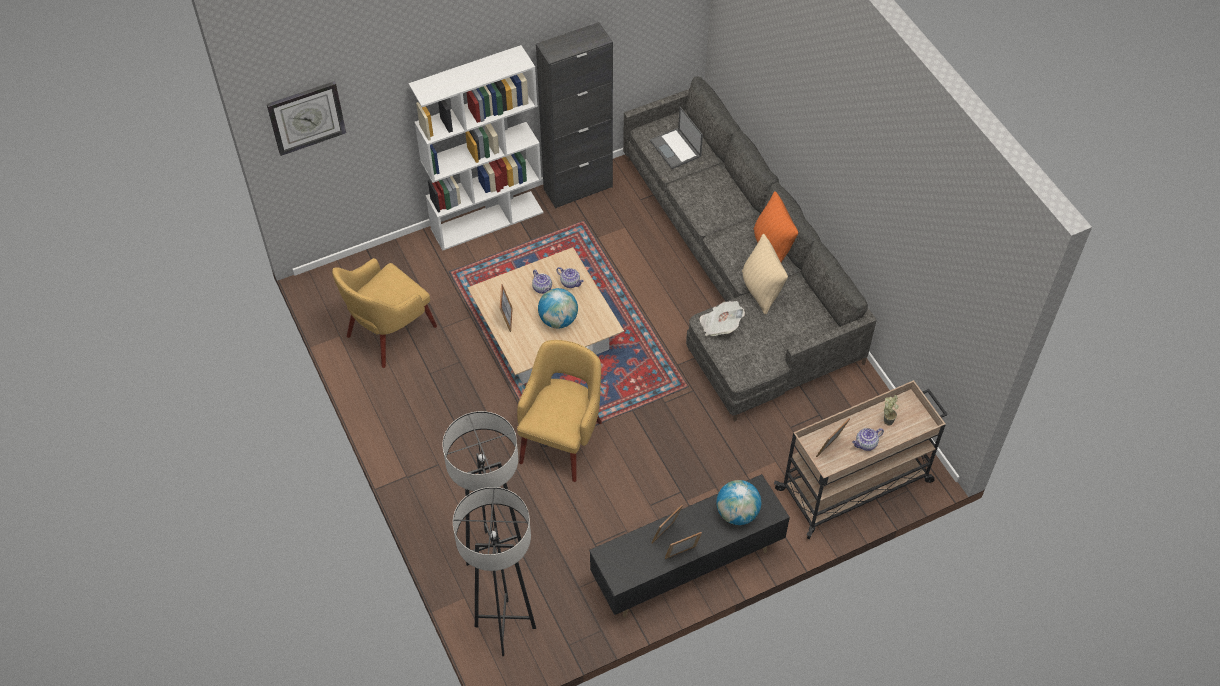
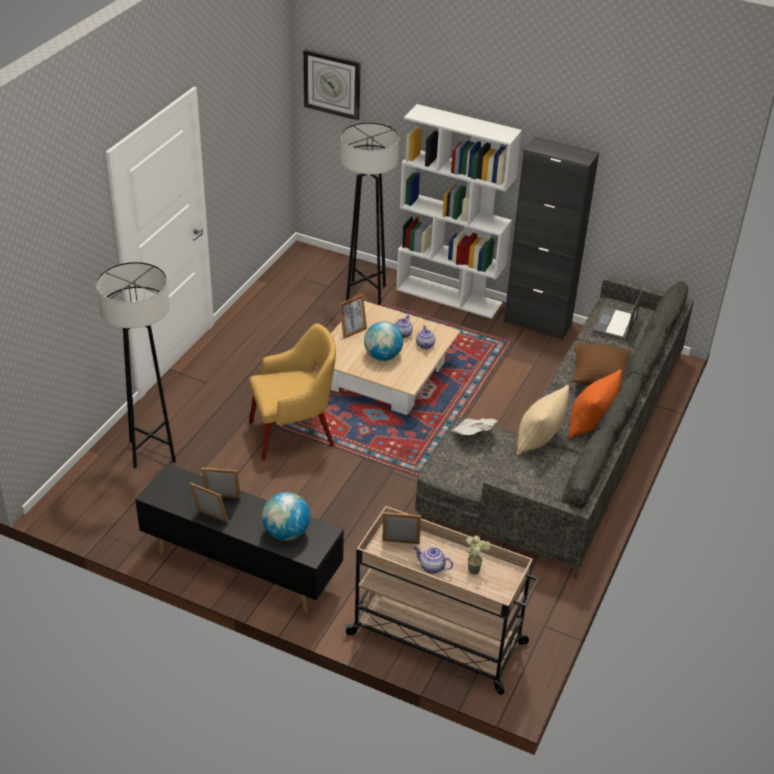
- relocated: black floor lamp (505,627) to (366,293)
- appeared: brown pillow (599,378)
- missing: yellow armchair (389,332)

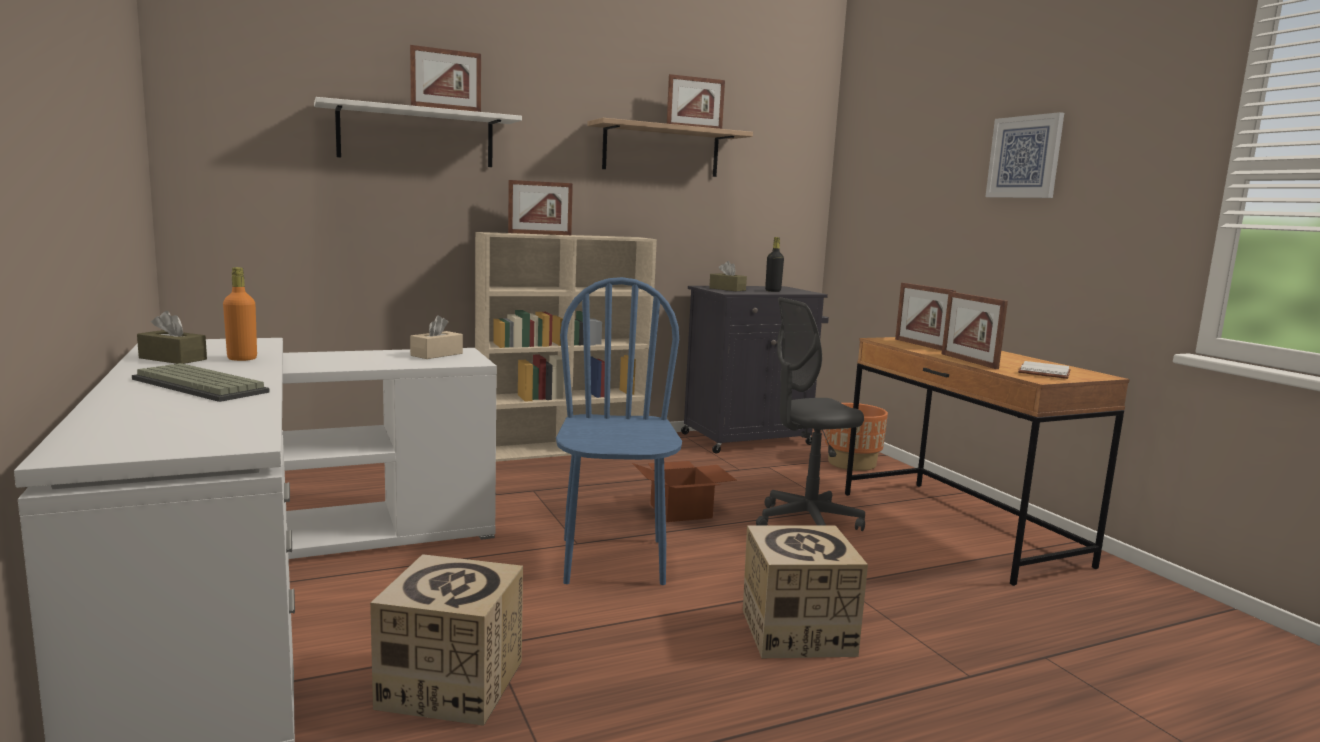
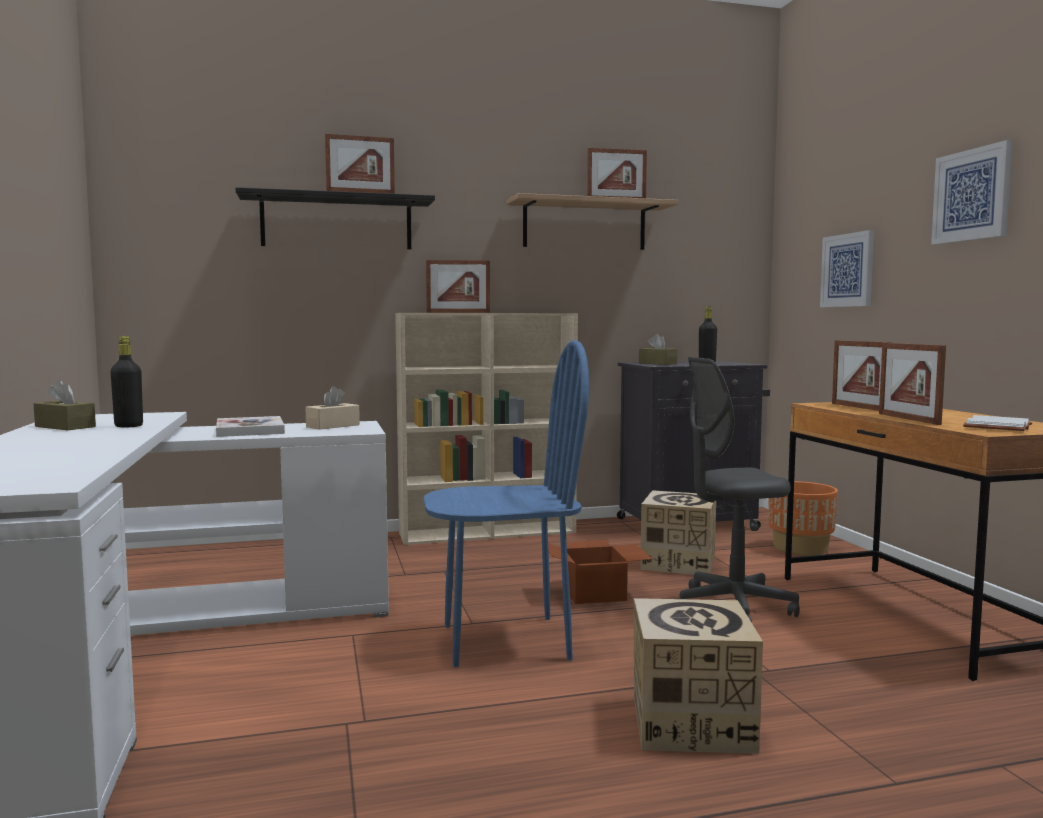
- colour: orange bottle (242,359) to black bottle (128,426)
- appeared: book (250,430)
- colour: white shelf (416,136) to black shelf (337,223)
- spun: blue chair (613,560) = (505,641) 75 degrees clockwise
- relocated: cardboard box (451,684) to (678,563)
- appeared: picture (848,270)
- missing: keyboard (203,385)

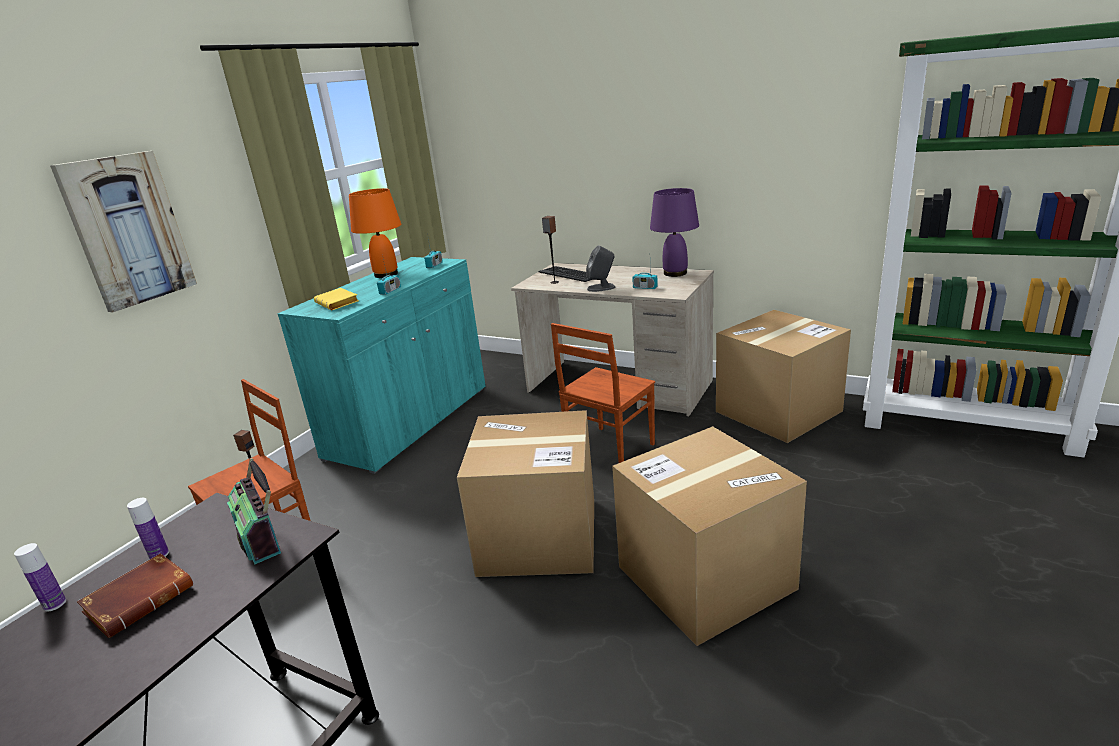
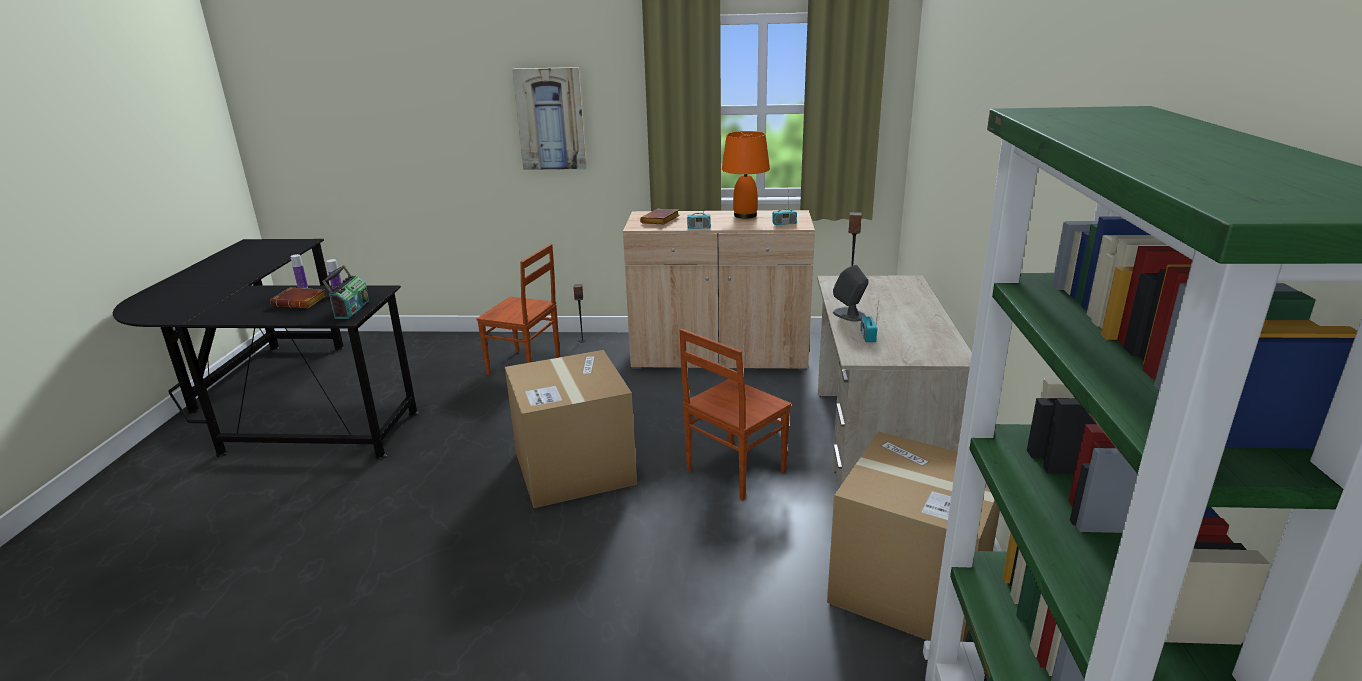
- spun: radio (261,536) = (350,309) 150 degrees clockwise
- colour: turquoise cabinet (410,422) to beige cabinet (719,356)
- colour: yellow book (339,303) to brown book (660,221)
- spun: brown chair (608,449) = (733,471) 60 degrees counterclockwise
- missing: keyboard (570,274)
- missing: cardboard box (705,577)
- missing: purple table lamp (675,273)

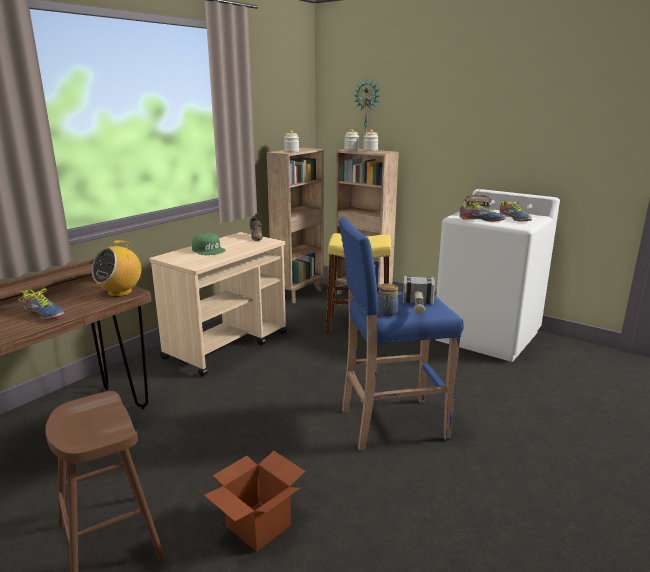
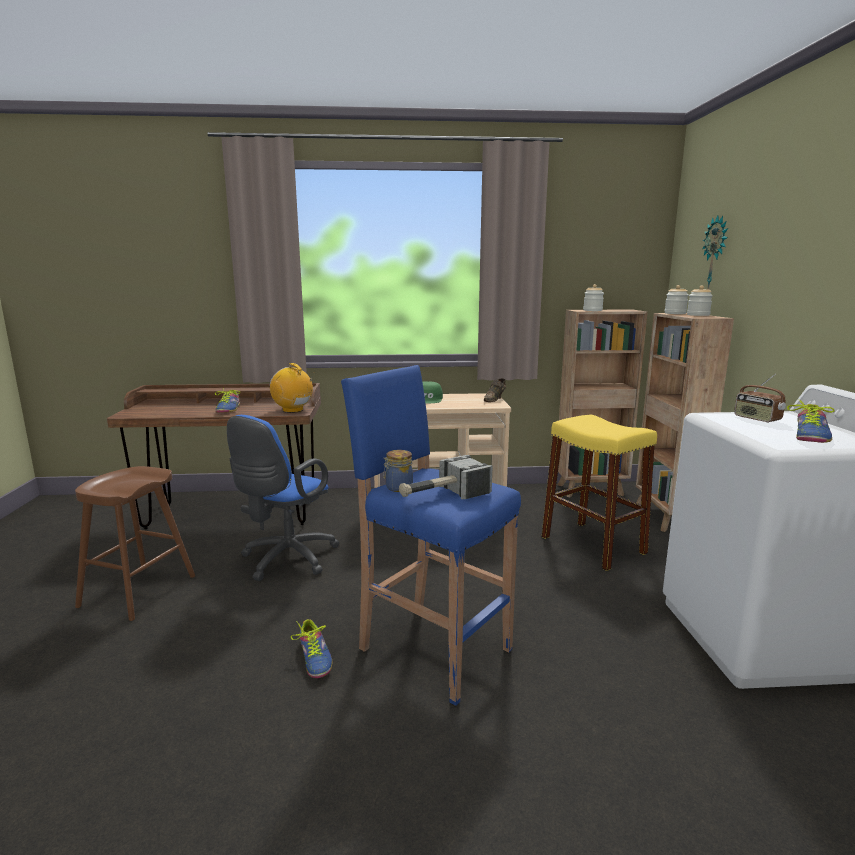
- appeared: blue office chair (286,560)
- spun: radio (120,292) = (293,410) 45 degrees clockwise
- relocated: shoe (481,219) to (315,657)
- missing: cardboard box (258,525)

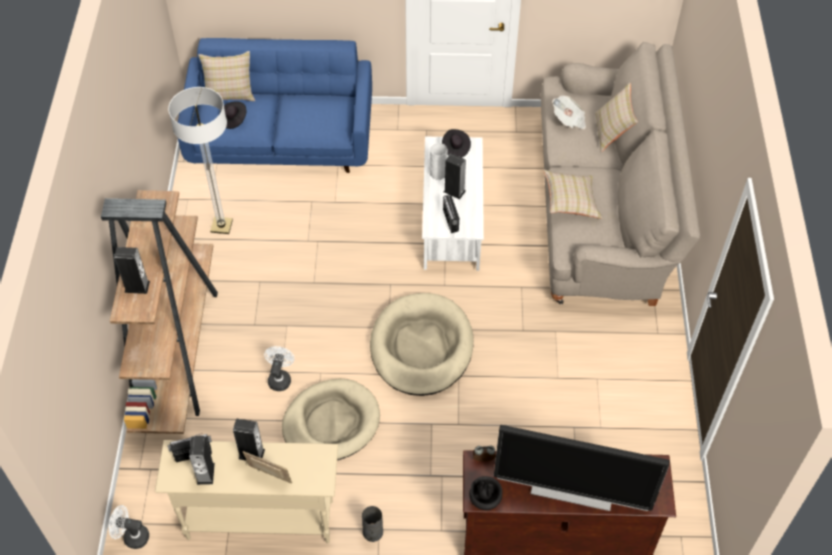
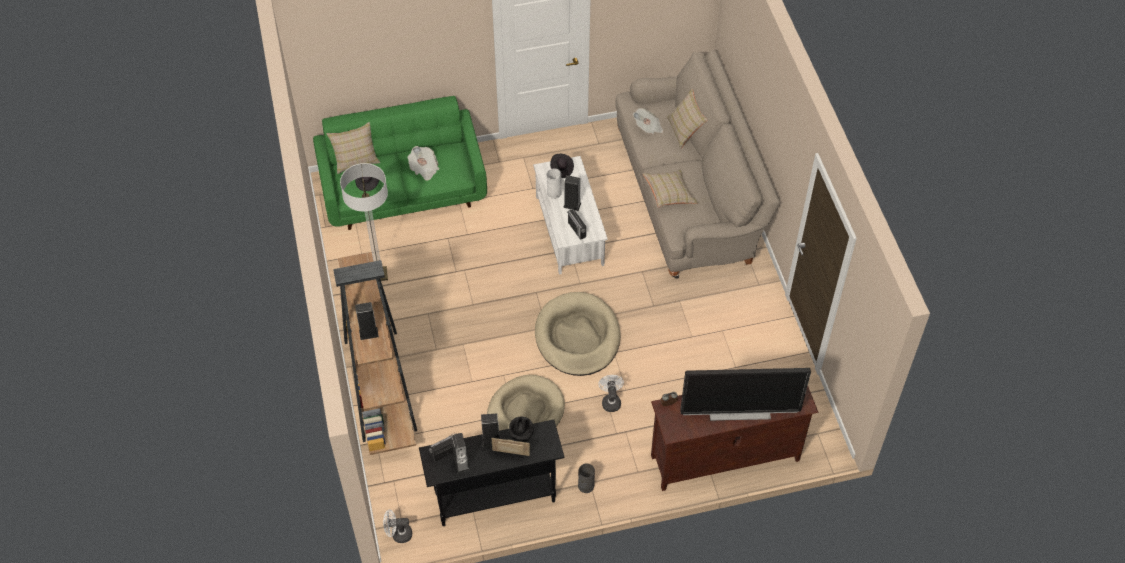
- colour: blue sofa (282,139) to green sofa (404,190)
- appeared: newspaper (424,168)
- colour: beige console table (259,519) to black console table (494,497)
- relocated: black vase (484,502) to (521,436)
- relocated: white fan (280,378) to (610,401)

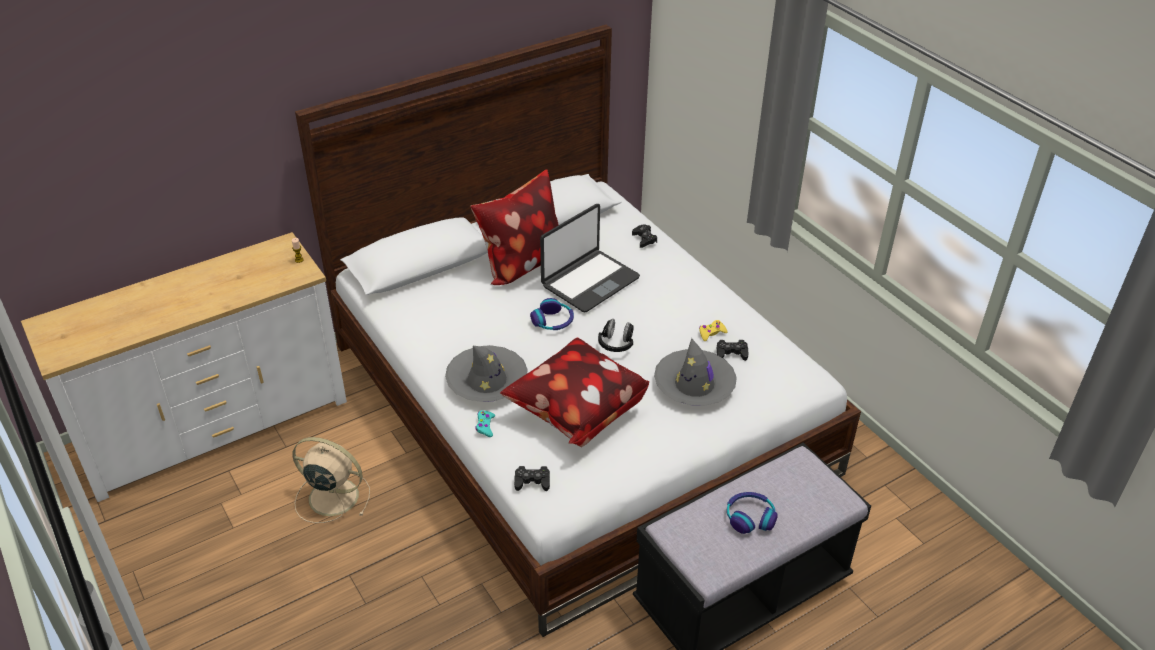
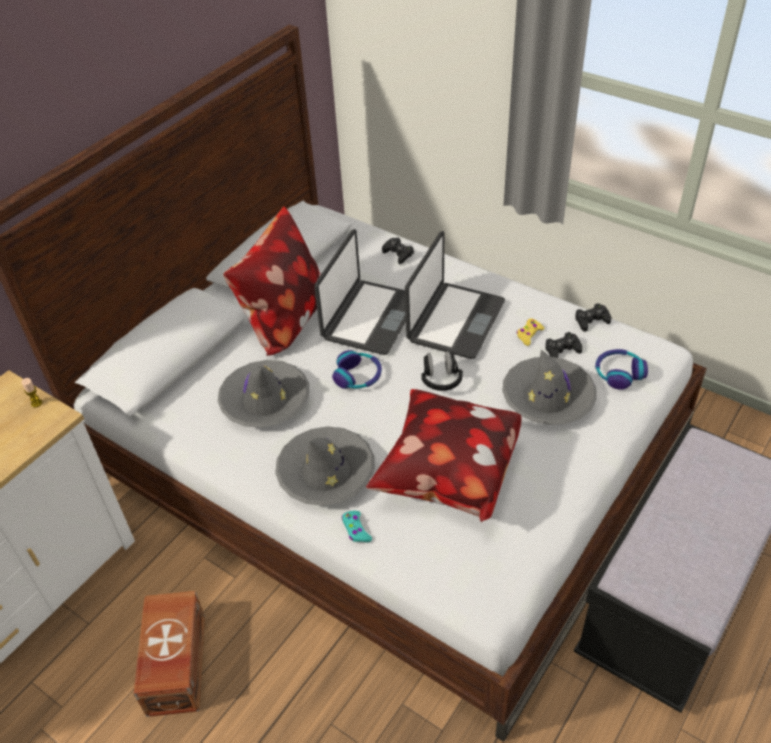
- exchanged: beige fan (331,496) to brown storage box (175,665)
- appeared: grey hat (265,401)
- appeared: laptop (454,321)
- relocated: black game controller (532,481) to (591,320)
- relocated: headphones (750,517) to (619,373)

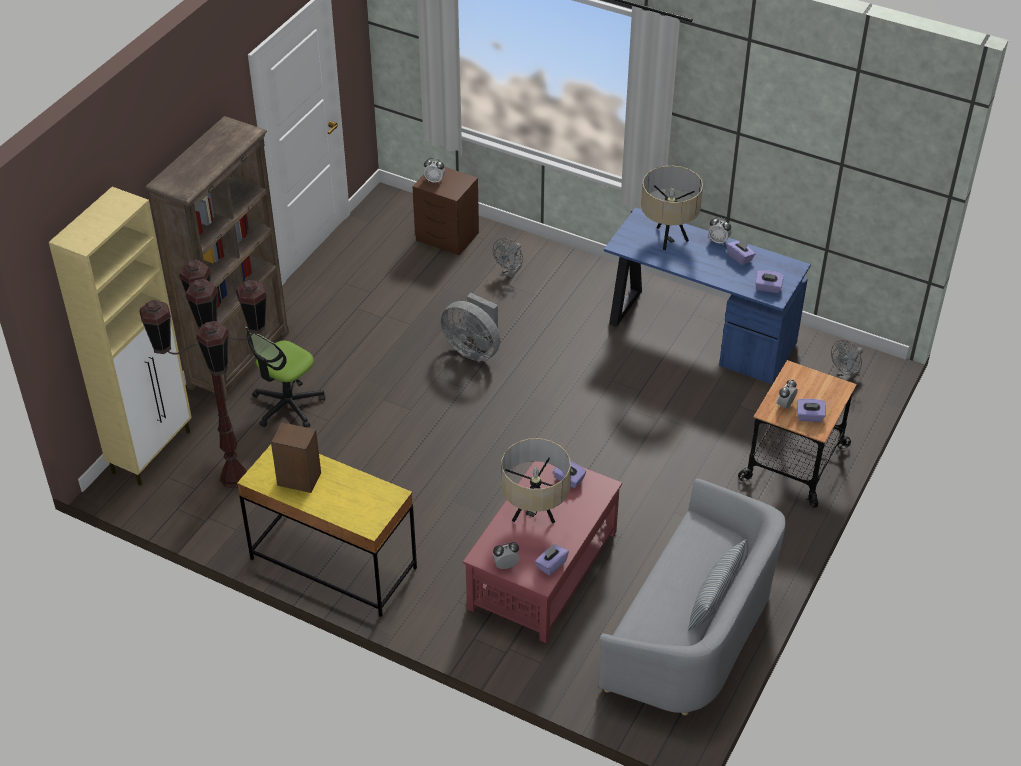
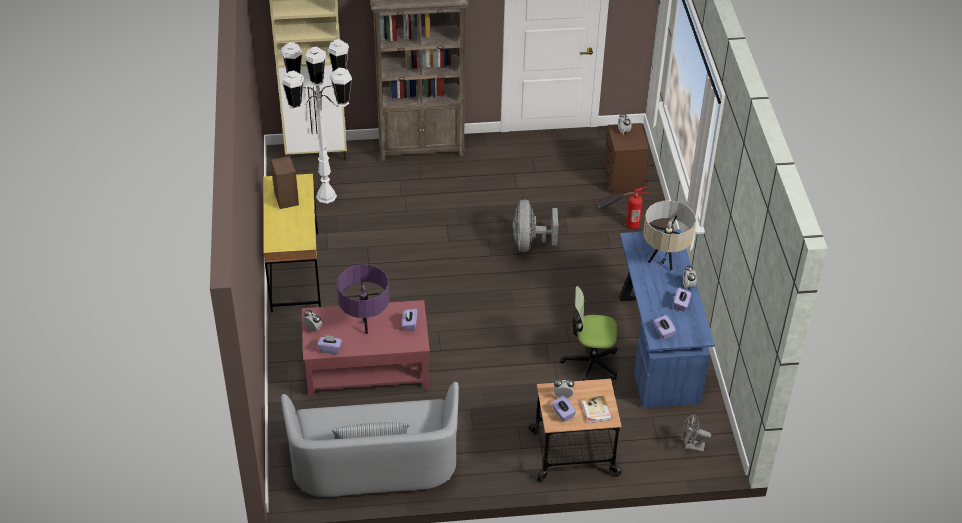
- colour: brown floor lamp (233,477) to white floor lamp (326,196)
- colour: beige table lamp (535,516) to purple table lamp (365,323)
- relocated: office chair (287,405) to (590,363)
- appeared: book (595,410)
- exchanged: grey fan (510,272) to fire extinguisher (619,225)

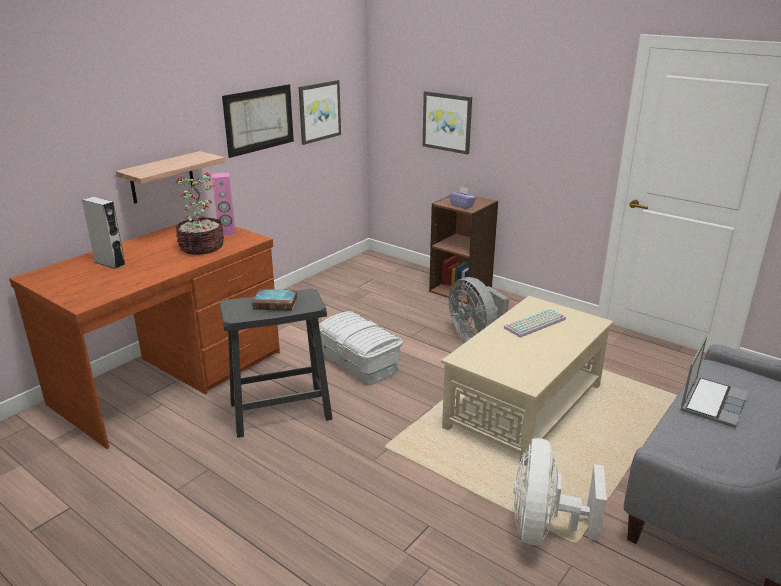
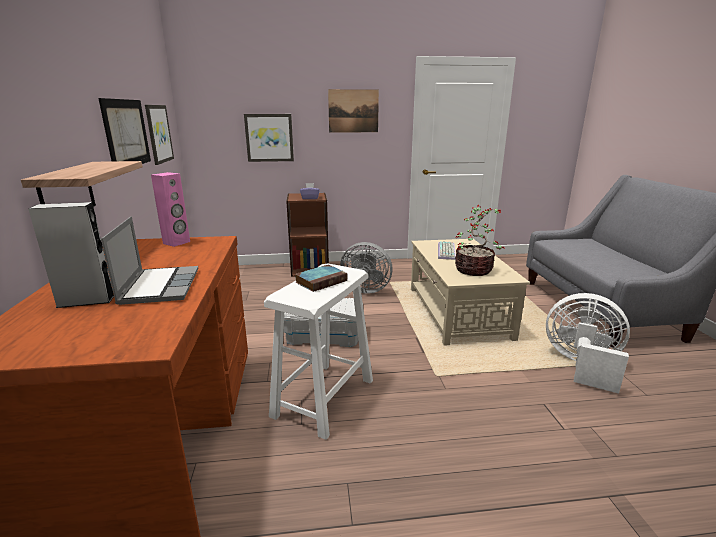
- relocated: laptop (712,402) to (159,286)
- colour: black stool (280,411) to white stool (323,398)
- appeared: picture (353,111)
- relocated: potted plant (201,248) to (474,270)
- spun: white fan (544,528) = (581,365) 150 degrees clockwise

